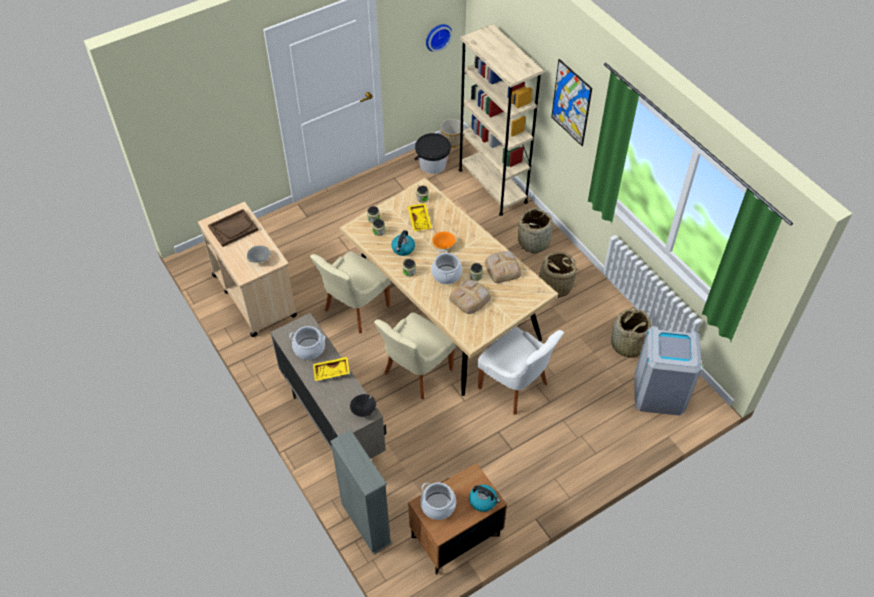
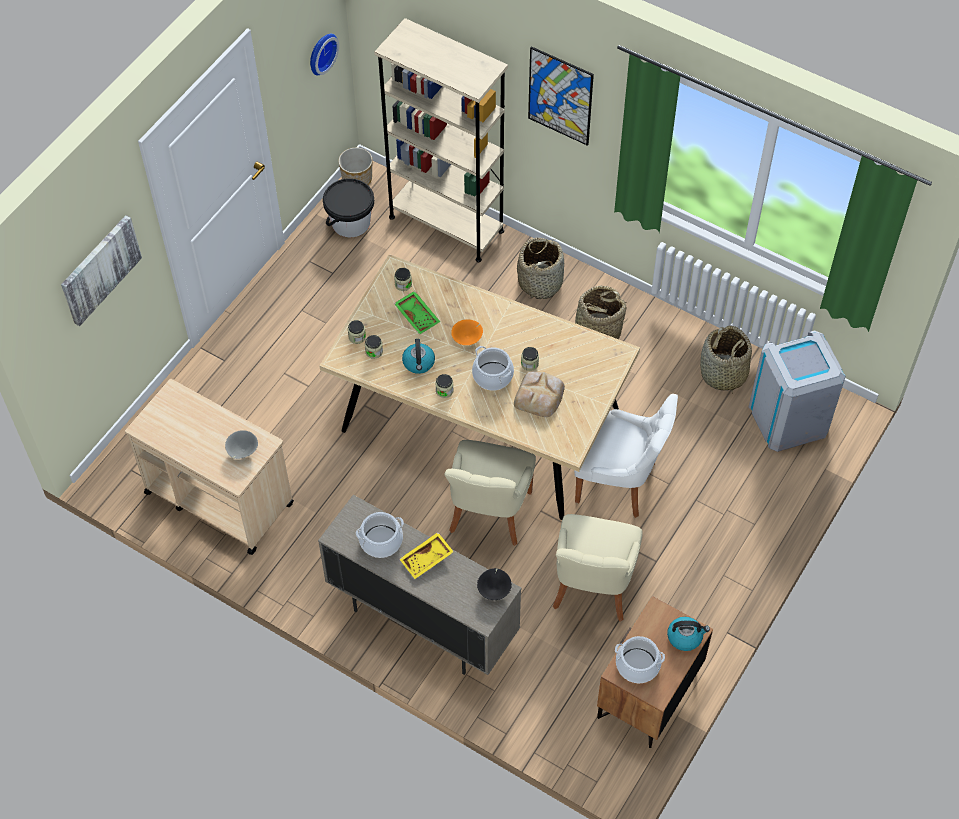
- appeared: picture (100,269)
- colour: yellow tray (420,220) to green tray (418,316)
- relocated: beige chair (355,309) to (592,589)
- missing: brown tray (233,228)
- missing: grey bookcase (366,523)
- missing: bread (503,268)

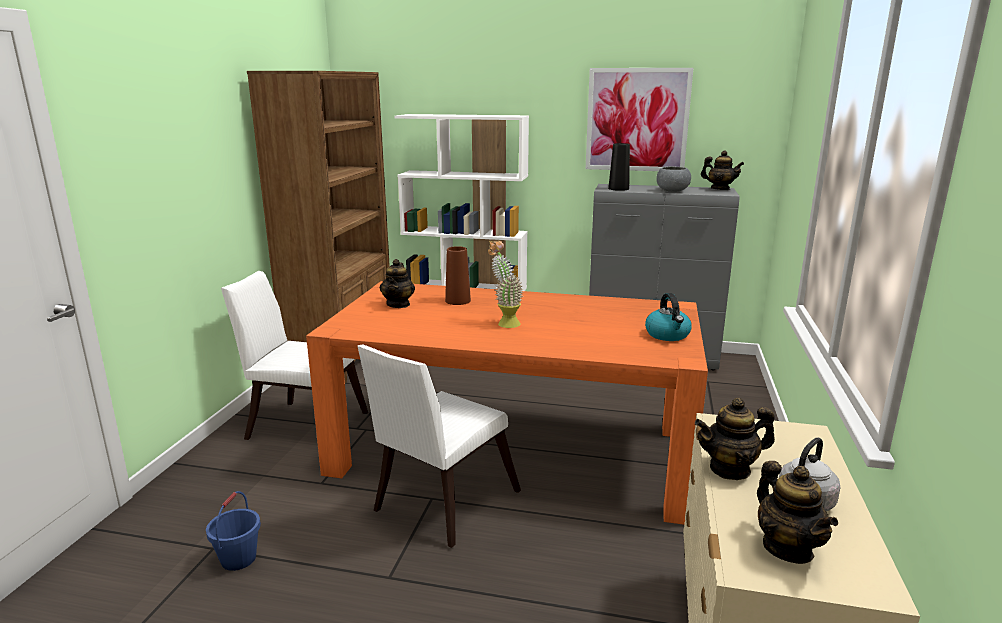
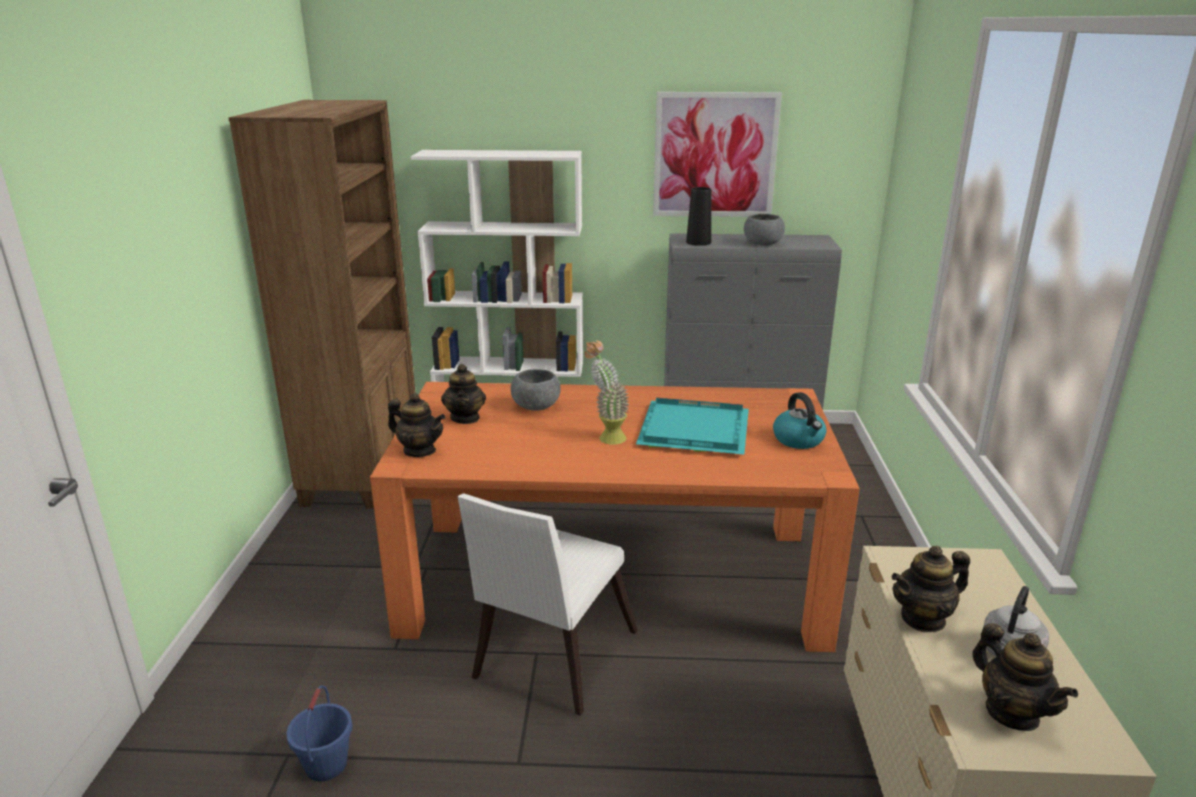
- relocated: teapot (720,189) to (419,451)
- exchanged: brown vase (458,301) to grey bowl (536,406)
- appeared: turquoise tray (692,431)
- missing: white chair (302,424)

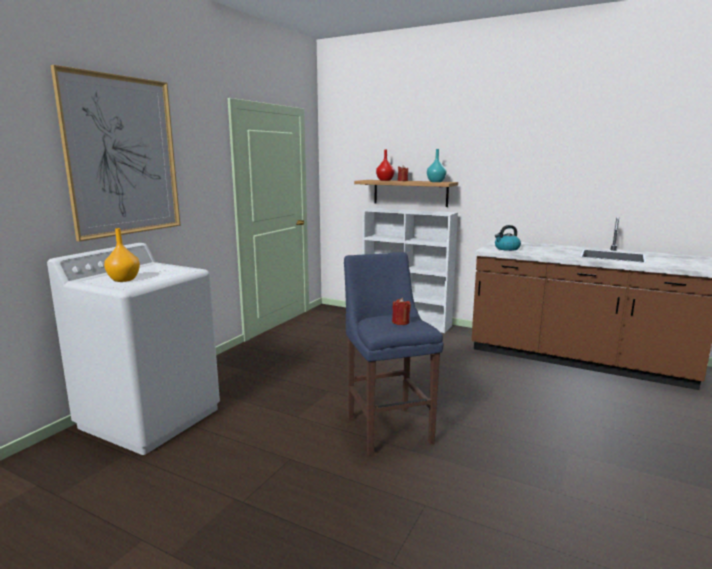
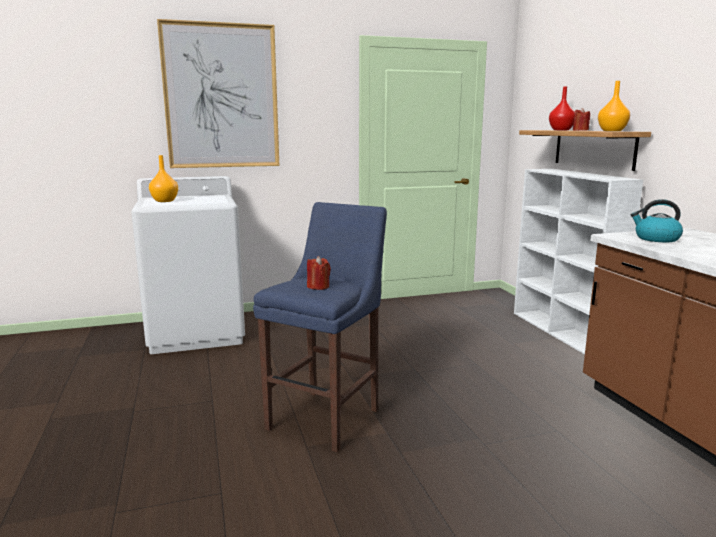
- colour: turquoise vase (436,182) to orange vase (612,131)

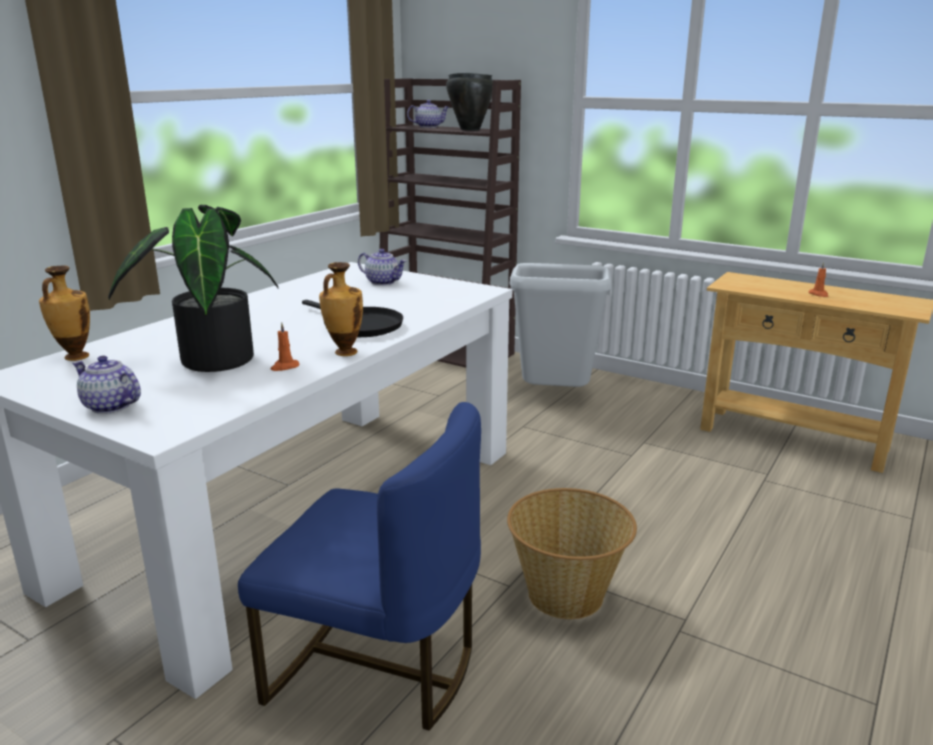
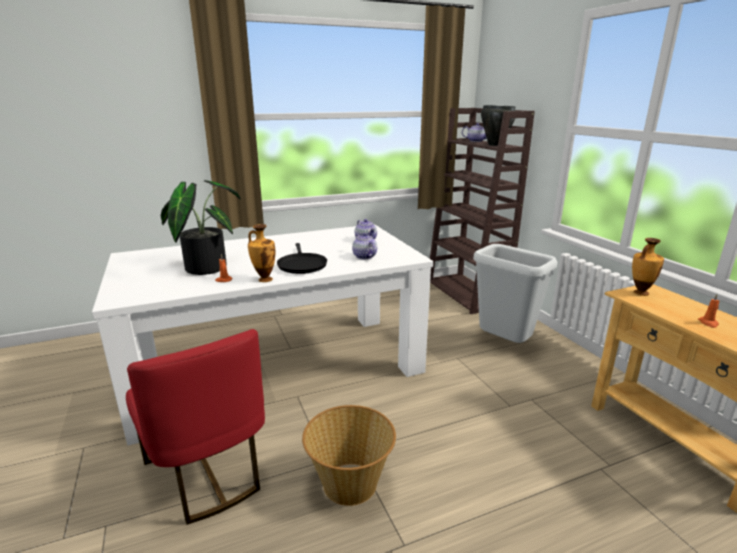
- colour: blue chair (376,667) to red chair (208,473)
- relocated: teapot (109,406) to (364,256)
- relocated: vase (75,357) to (640,293)

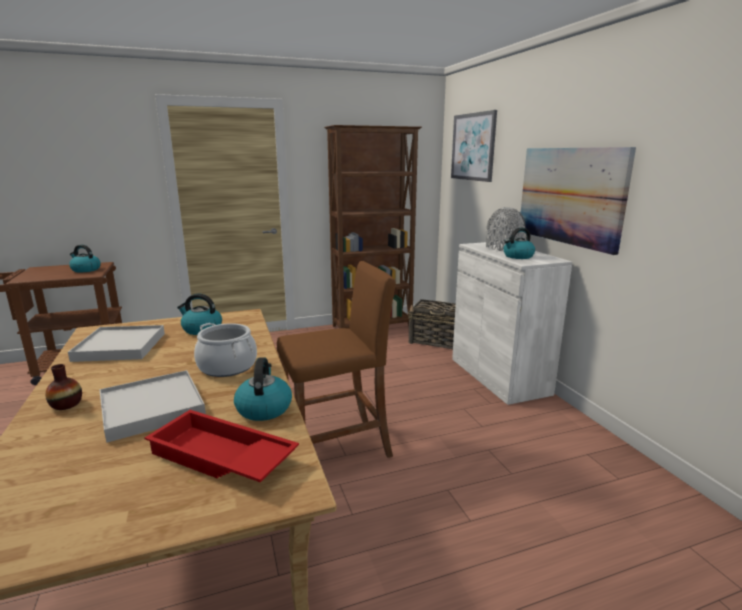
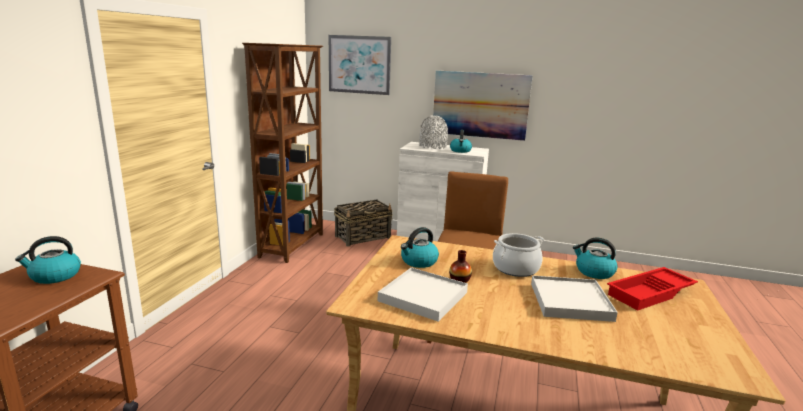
- relocated: vase (66,404) to (459,280)

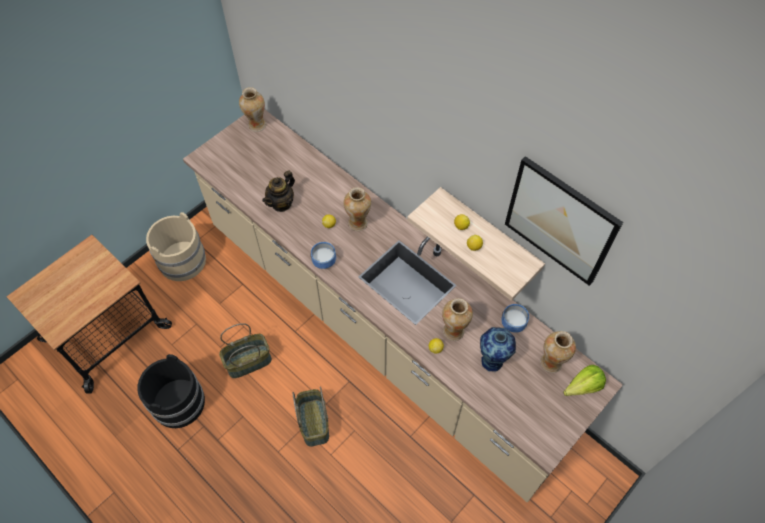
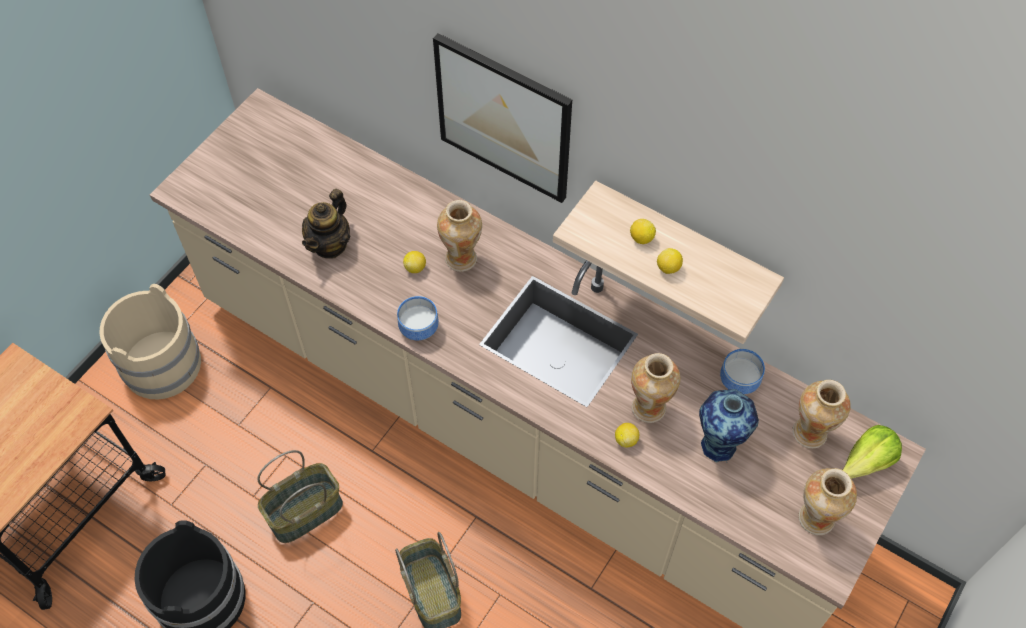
- relocated: picture (560,221) to (504,118)
- relocated: vase (256,125) to (815,519)

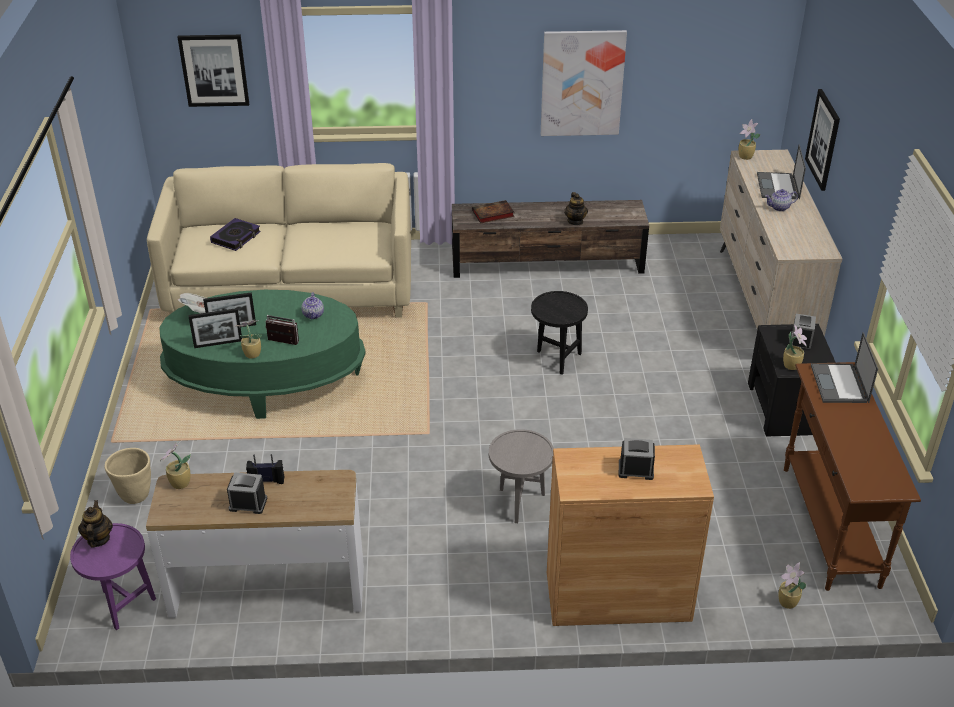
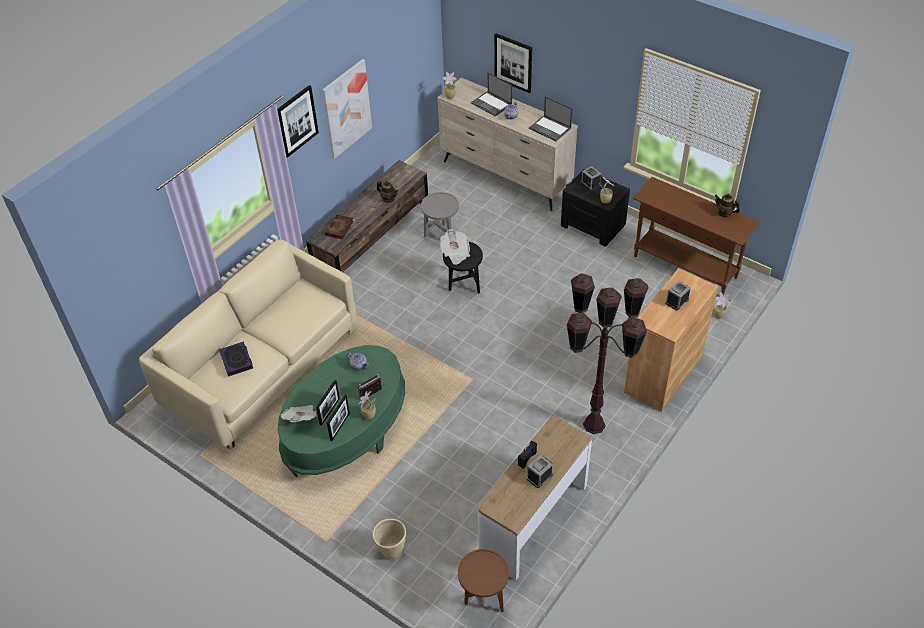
- relocated: picture (214,70) to (297,121)
- relocated: grey side table (519,505) to (441,236)
- appeared: newspaper (455,253)
- colour: purple side table (122,604) to brown side table (483,599)
- relocated: laptop (840,384) to (550,128)
- appeared: brown floor lamp (594,425)
- relocated: teapot (98,539) to (724,213)
- missing: potted plant (179,484)

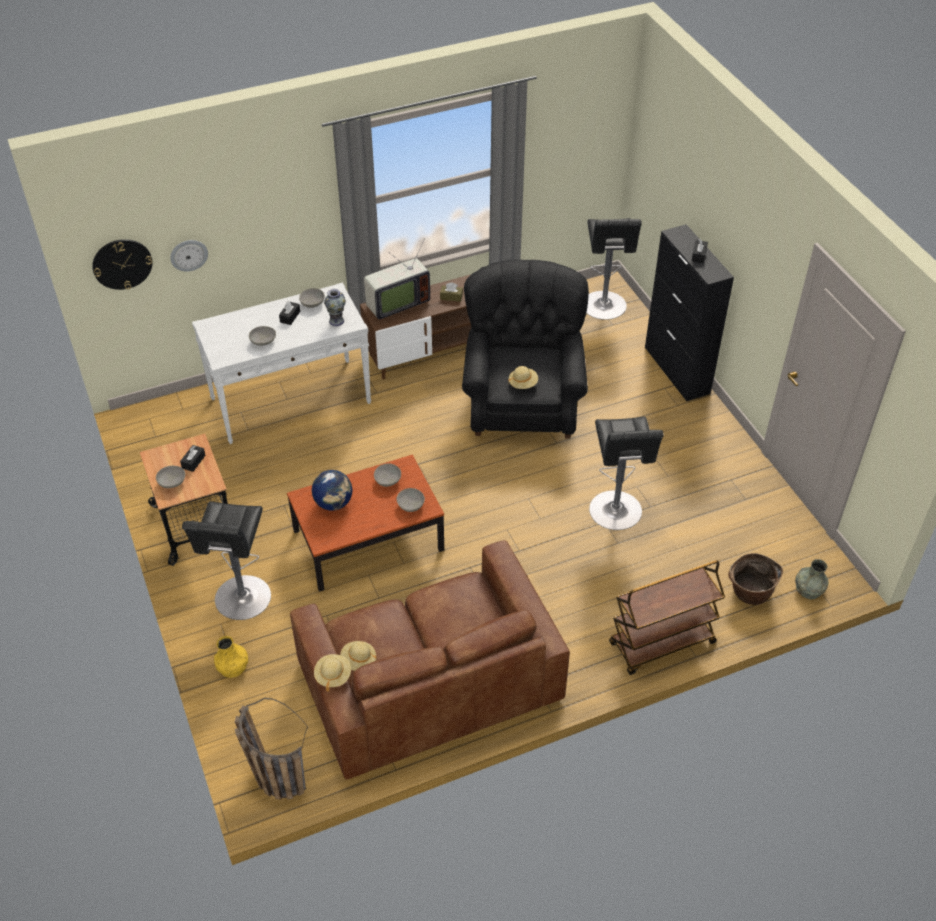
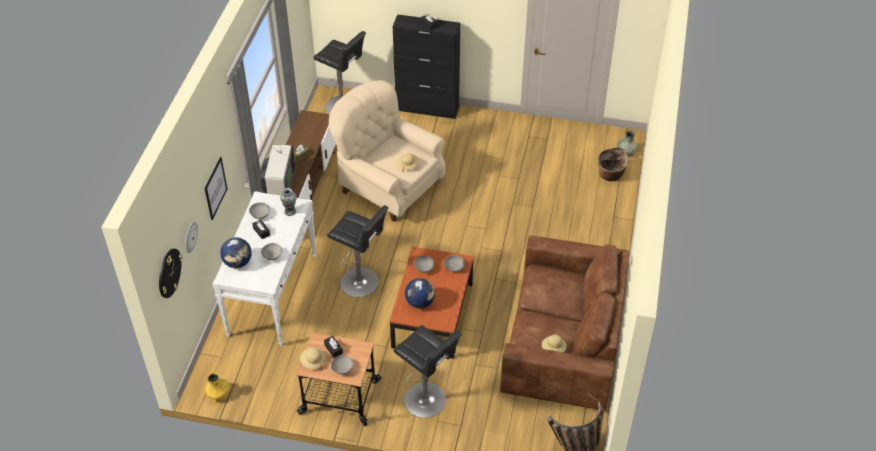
- appeared: picture (215,188)
- relocated: yellow vase (233,666) to (218,393)
- appeared: globe (238,263)
- relocated: beige hat (333,675) to (313,361)
- relocated: black stool (616,513) to (362,283)
- colour: black armchair (522,402) to beige armchair (387,186)
- missing: brown cart (661,644)

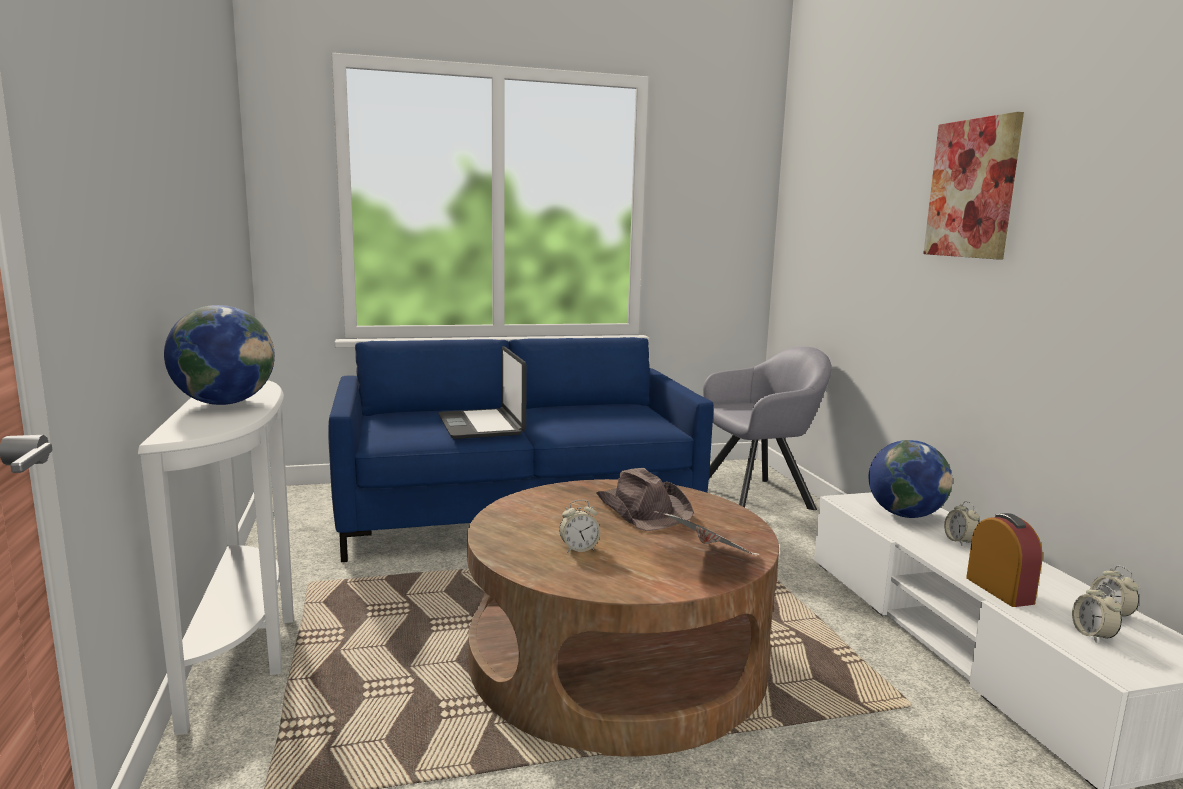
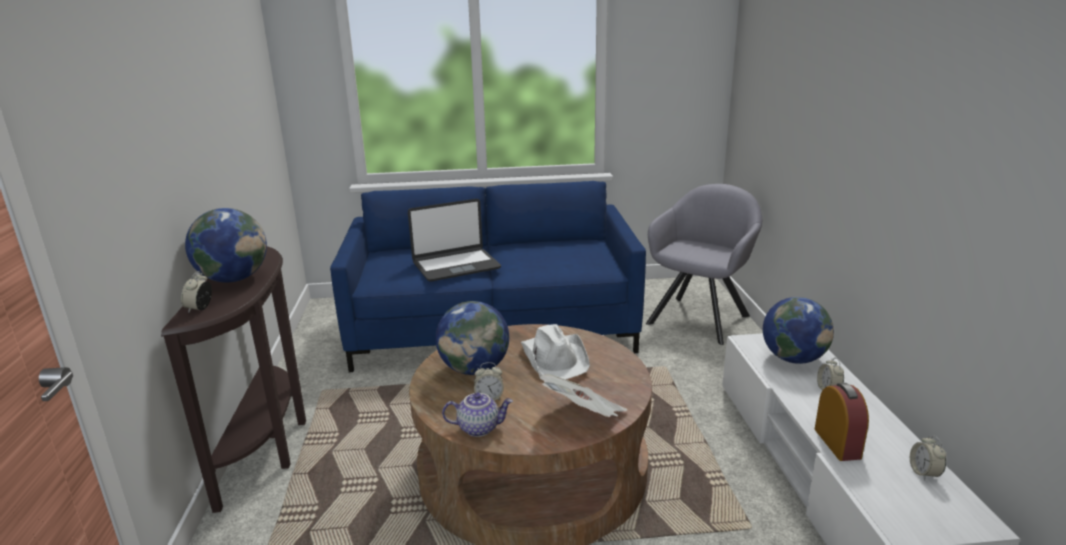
- colour: white console table (246,647) to brown console table (270,444)
- relocated: alarm clock (1092,635) to (200,309)
- spun: laptop (482,425) = (456,265) 105 degrees counterclockwise
- appeared: globe (474,369)
- appeared: teapot (479,428)
- colour: brown hat (643,509) to white hat (555,358)
- spun: grey armchair (760,497) = (701,317) 45 degrees counterclockwise
- missing: picture (972,189)

